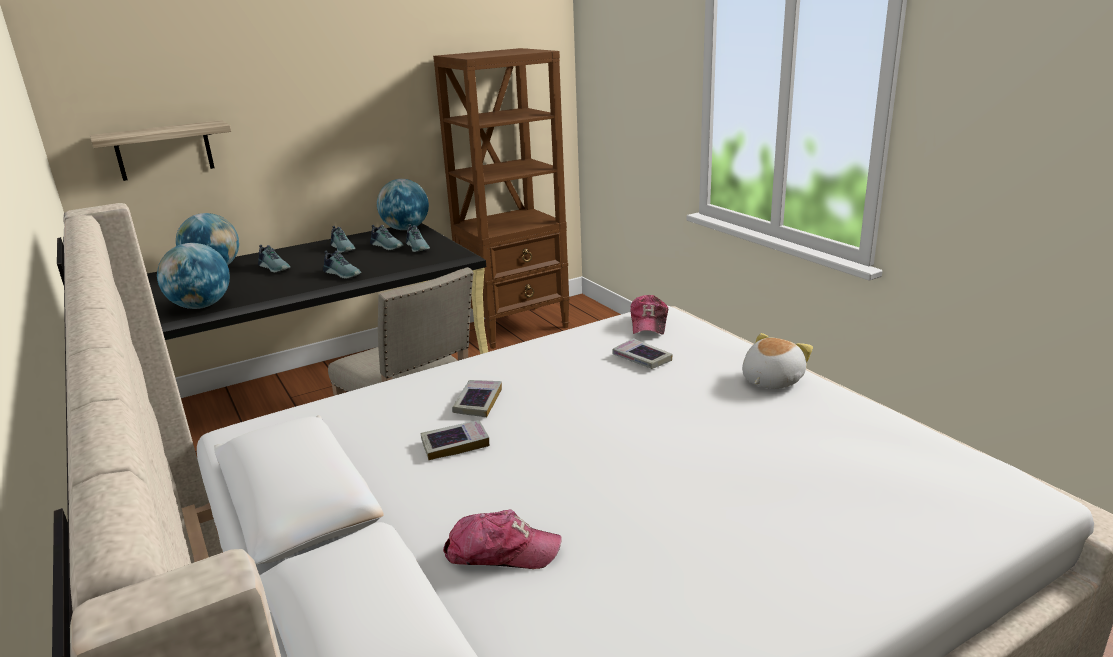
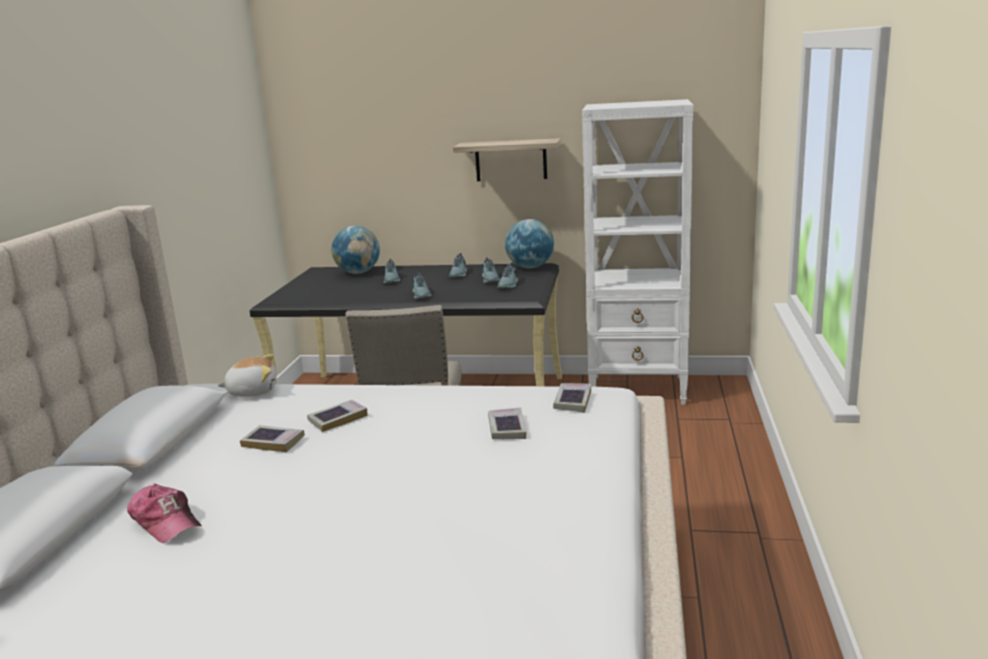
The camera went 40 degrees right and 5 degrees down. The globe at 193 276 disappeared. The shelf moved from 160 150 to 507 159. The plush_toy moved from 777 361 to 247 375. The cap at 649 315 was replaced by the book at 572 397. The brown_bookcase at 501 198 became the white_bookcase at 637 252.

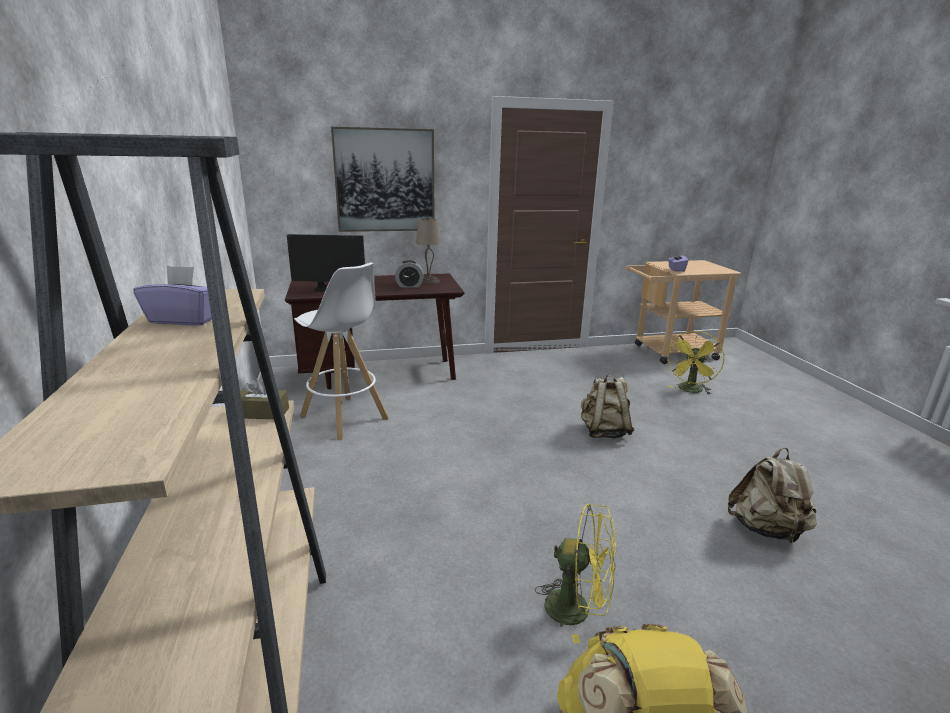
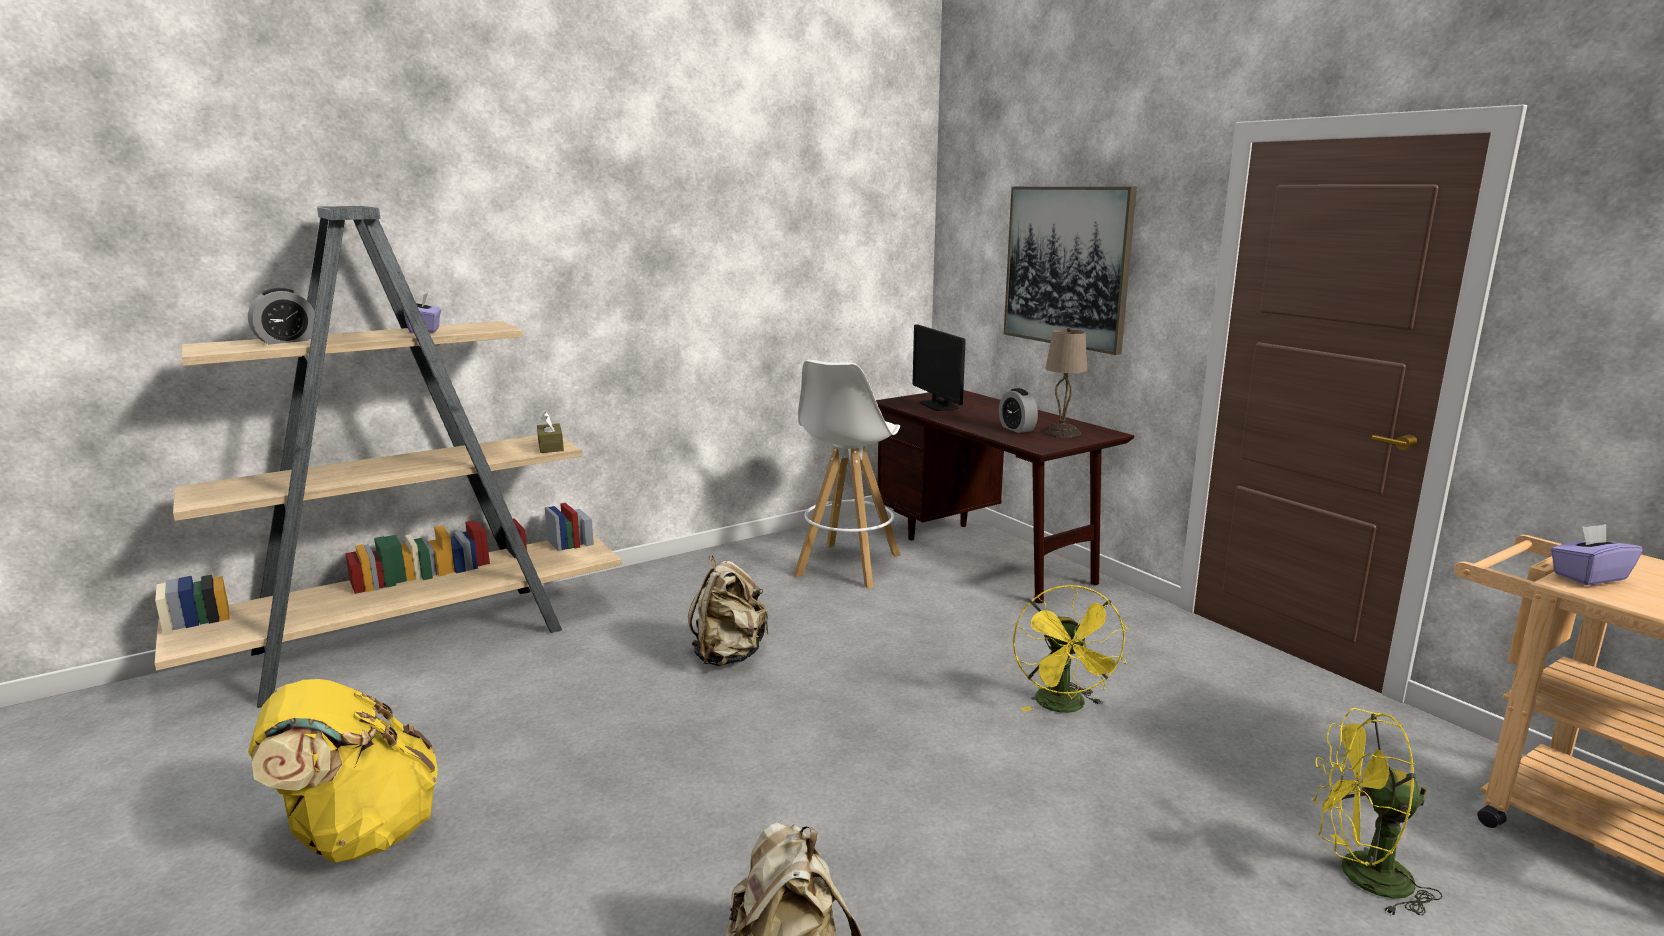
The camera went 70 degrees right and 5 degrees down. The alarm_clock at 281 316 appeared. The yellow_fan moved from 575 573 to 1070 649. The beige_backpack moved from 608 406 to 728 610.

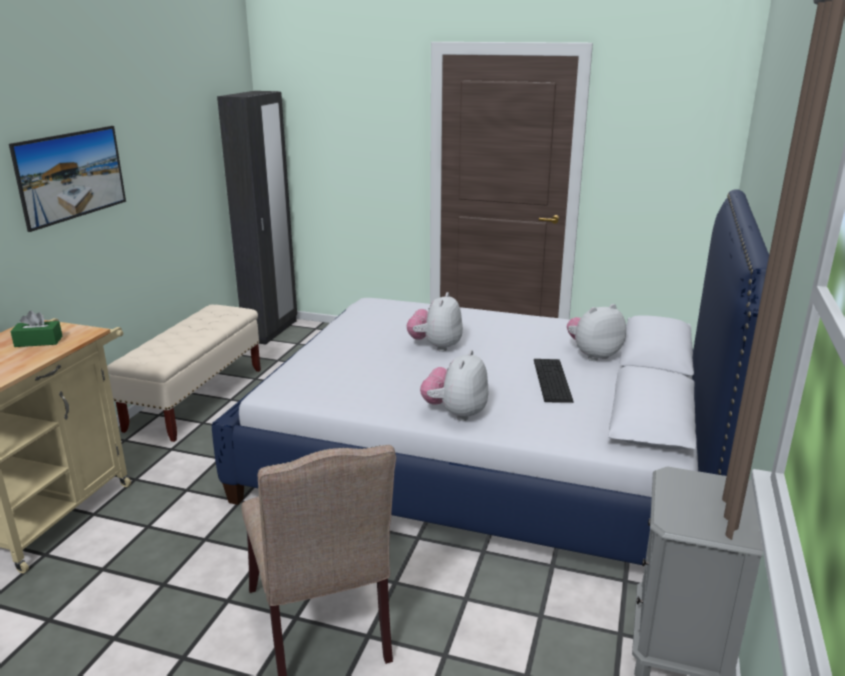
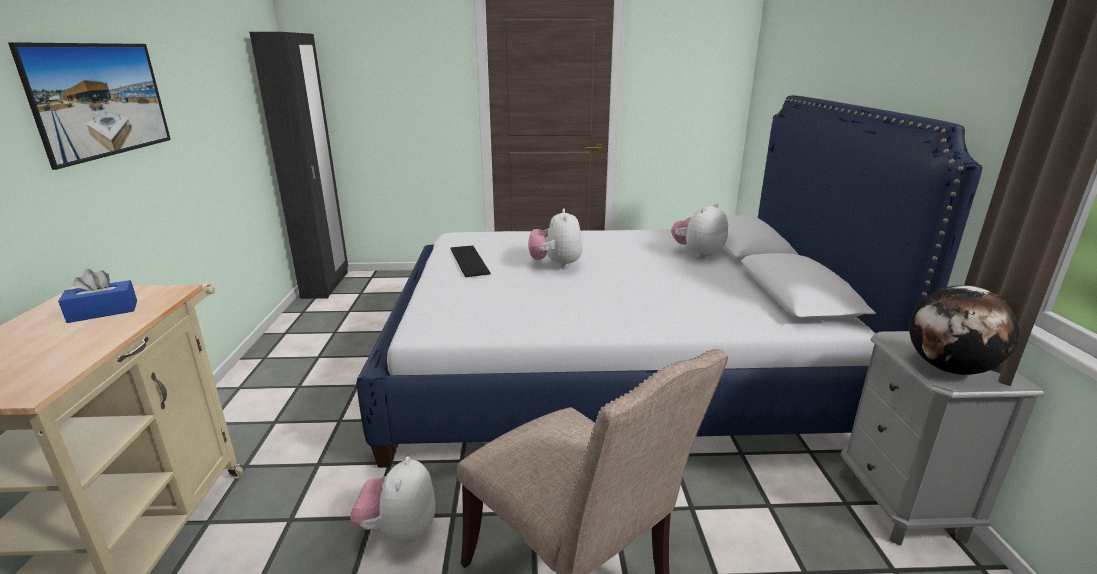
The camera went 20 degrees left and 0 degrees up. The beige_bench at 184 373 disappeared. The globe at 964 330 appeared. The plush_toy moved from 454 385 to 392 499. The keyboard moved from 554 381 to 471 261. The green_tissue_box at 36 329 became the blue_tissue_box at 97 296.

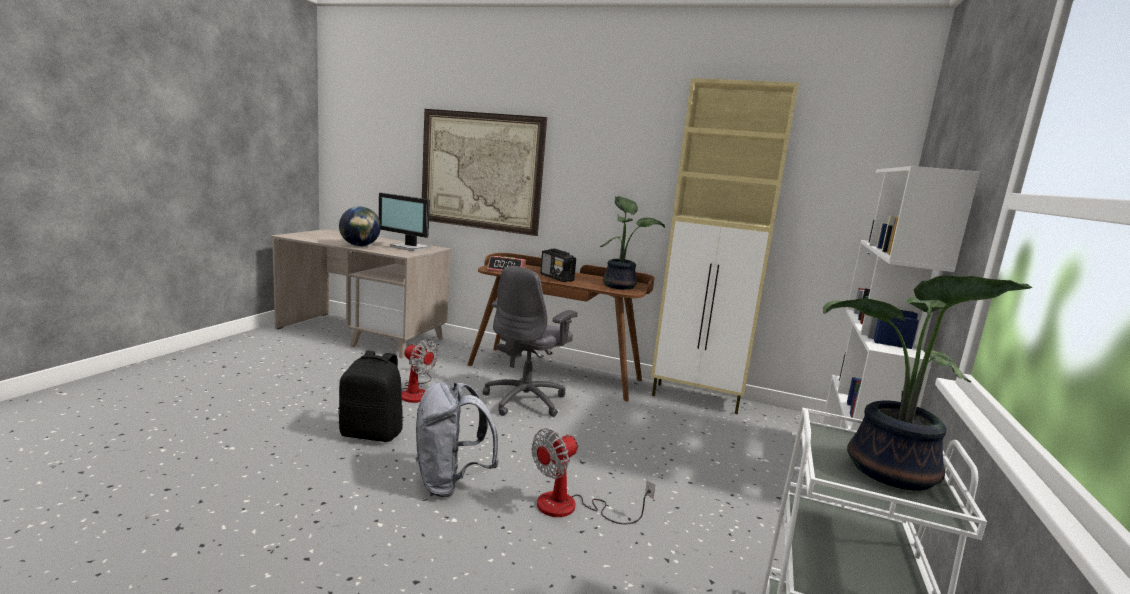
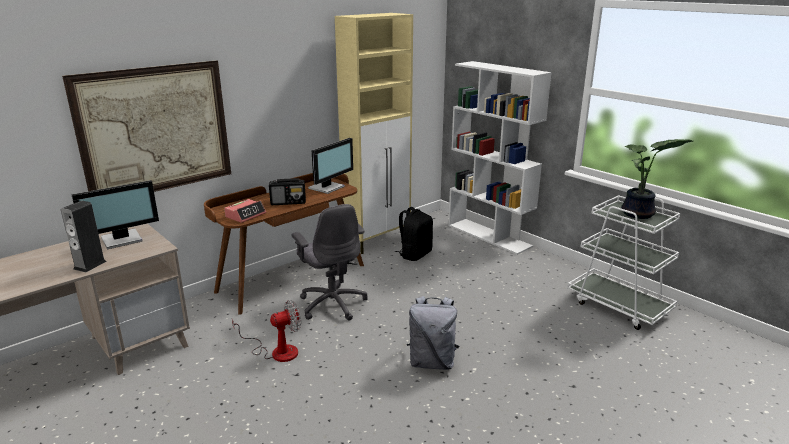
The camera went 60 degrees left and 10 degrees up. The fan at 593 476 disappeared. The black_backpack moved from 370 396 to 413 234. The globe at 360 226 was replaced by the speaker at 84 237. The potted_plant at 632 243 was replaced by the monitor at 330 166.

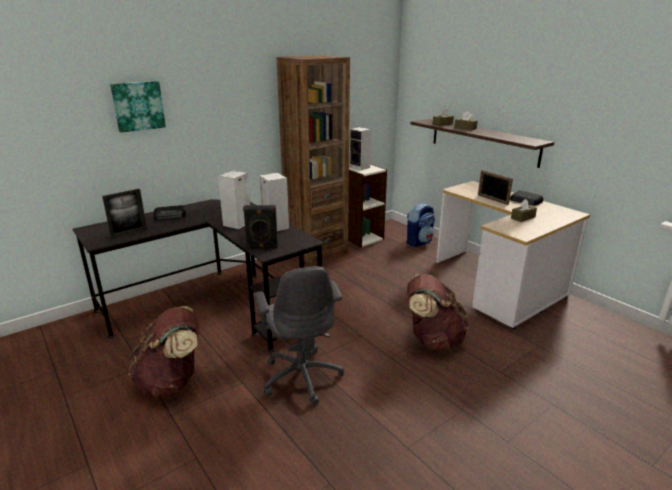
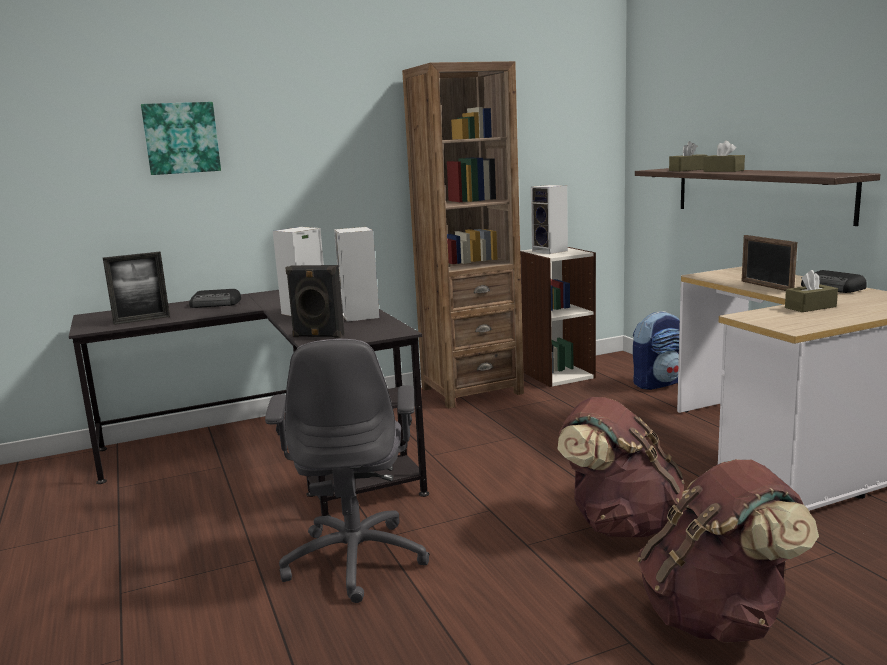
The camera went 15 degrees right and 10 degrees down. The brown_backpack moved from 164 351 to 728 551.

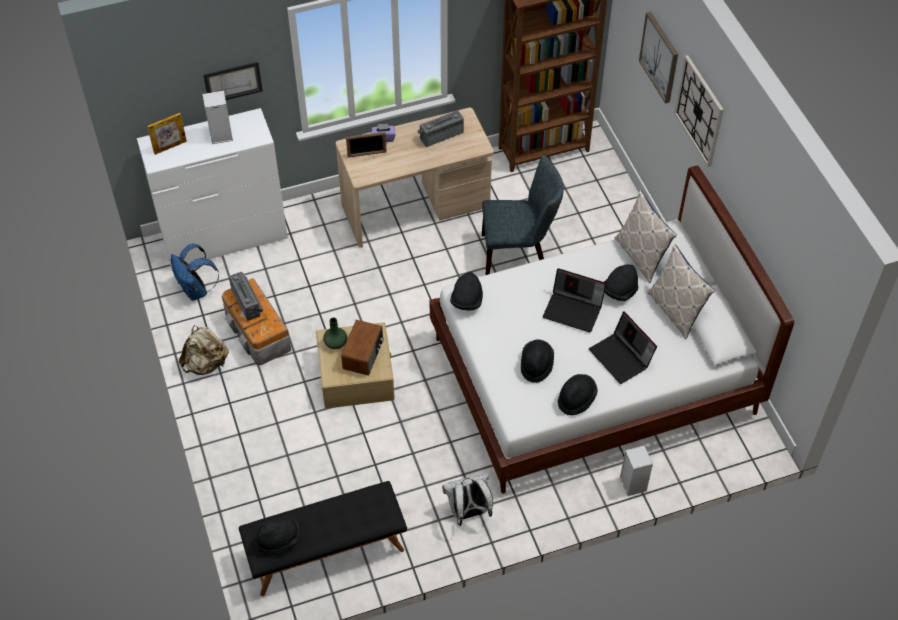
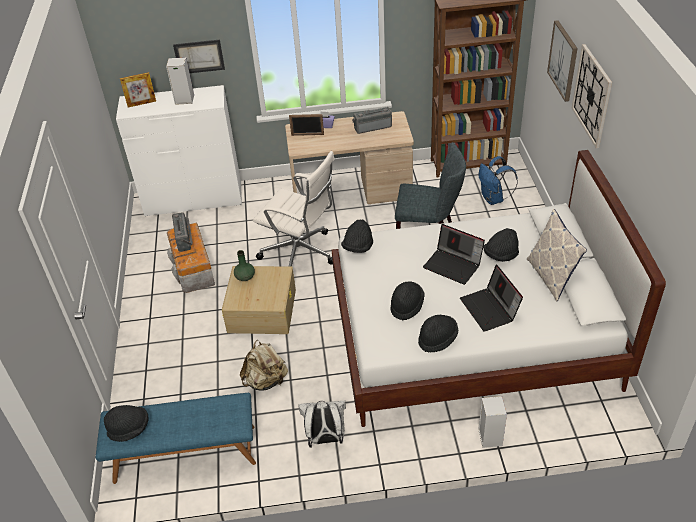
The camera went 15 degrees right and 10 degrees down. The radio at 362 347 disappeared. The pillow at 645 236 disappeared. The white_office_chair at 293 209 appeared. The blue_backpack moved from 195 272 to 498 180. The beige_backpack moved from 204 350 to 264 365. The black_bench at 323 538 became the blue_bench at 176 438.

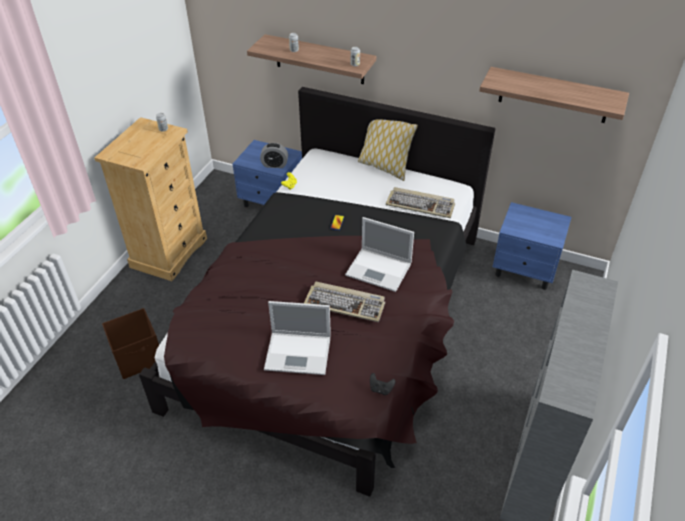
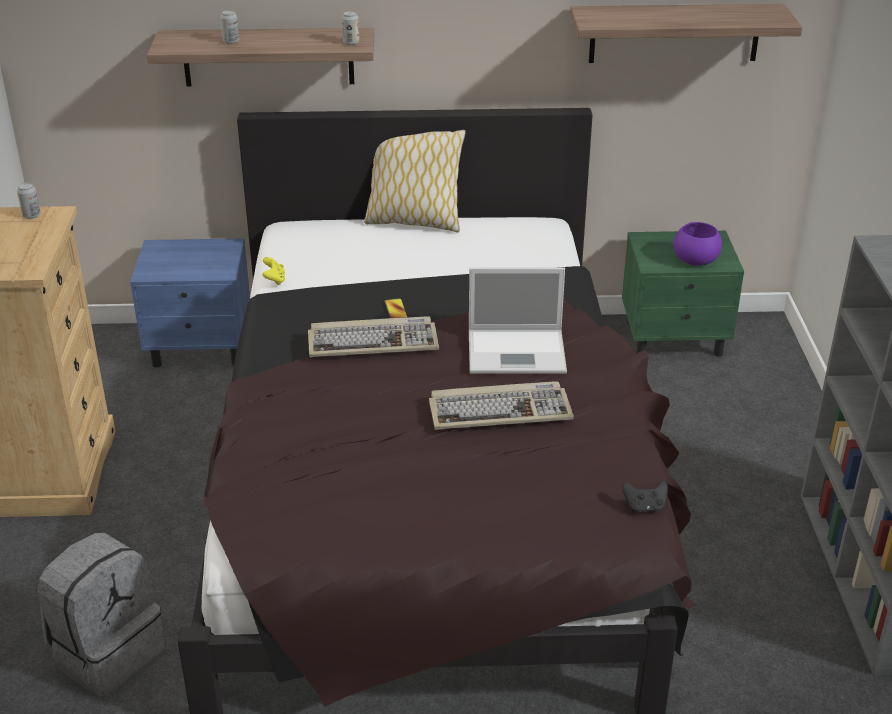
The camera went 25 degrees left and 10 degrees down. The alarm_clock at 274 155 disappeared. The laptop at 297 338 disappeared. The purple_bowl at 698 244 appeared. The keyboard moved from 420 202 to 373 336. The brown_storage_box at 130 343 was replaced by the grey_backpack at 101 615. The blue_nightstand at 532 246 became the green_nightstand at 683 294.

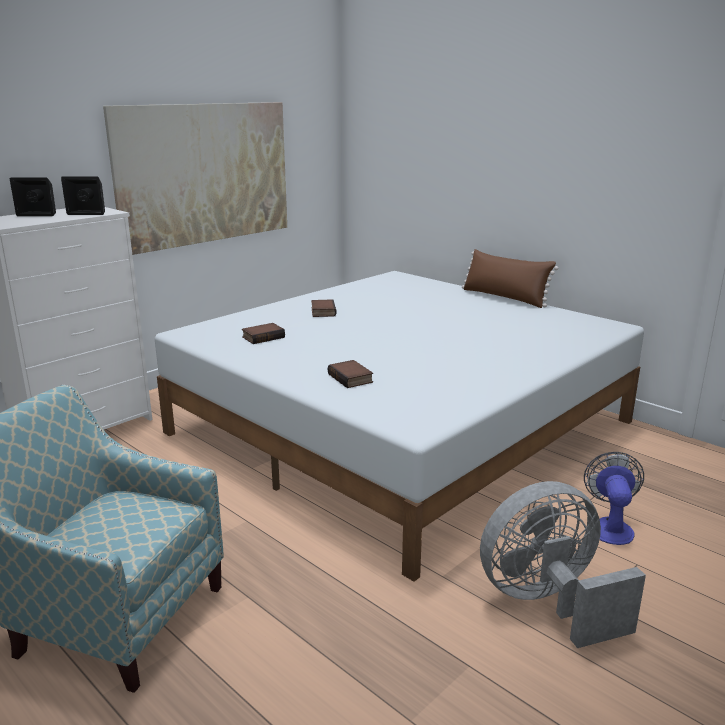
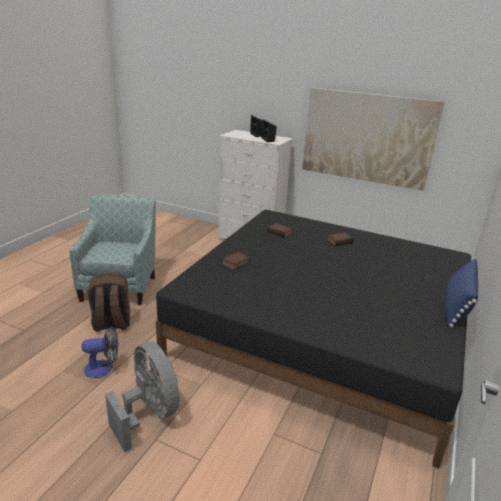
The camera went 70 degrees right and 5 degrees up. The brown_backpack at 109 302 appeared. The fan moved from 614 498 to 100 352. The white_bed at 399 426 became the black_bed at 313 339. The brown_pillow at 510 278 became the blue_pillow at 461 293.

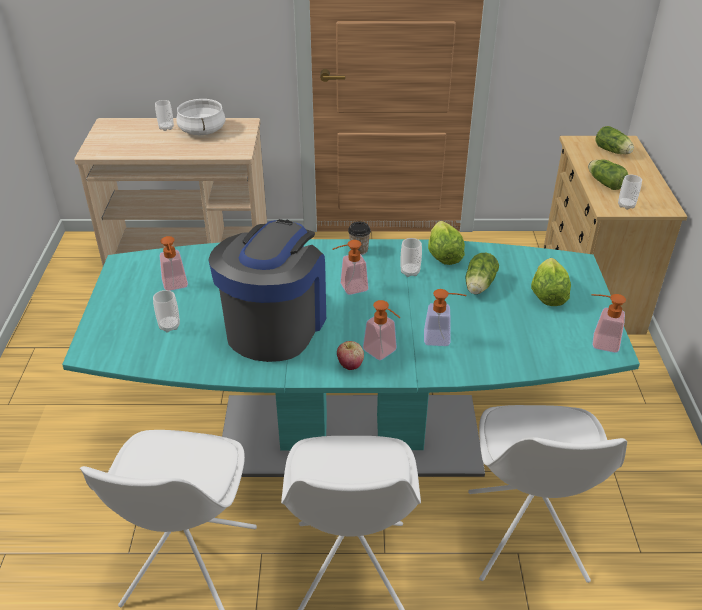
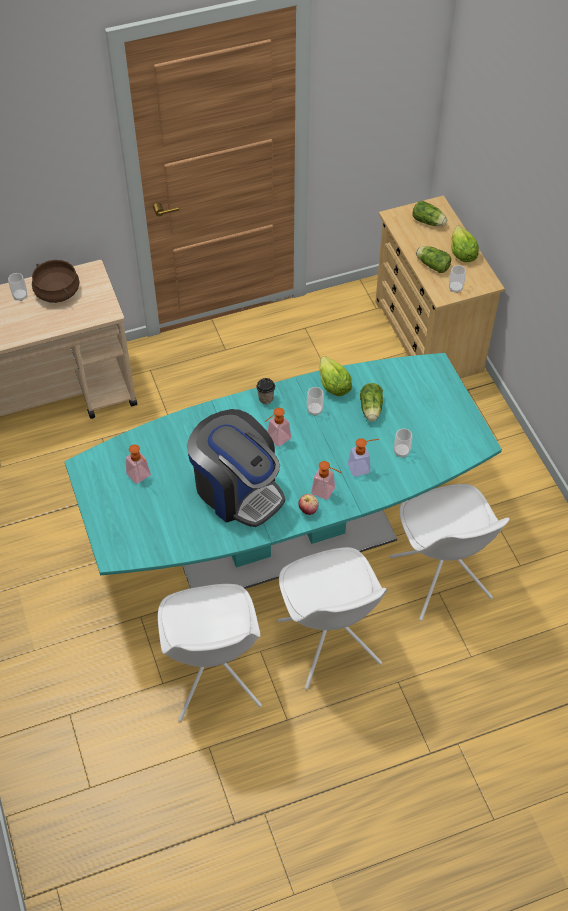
The camera went 20 degrees left and 15 degrees up. The soap_dispenser at 608 323 disappeared. The cup moved from 166 311 to 403 443. The lettuce moved from 551 282 to 465 244. The white_cooking_pot at 201 117 became the brown_cooking_pot at 56 281. The coffee_machine at 267 290 turned 135 degrees clockwise.

